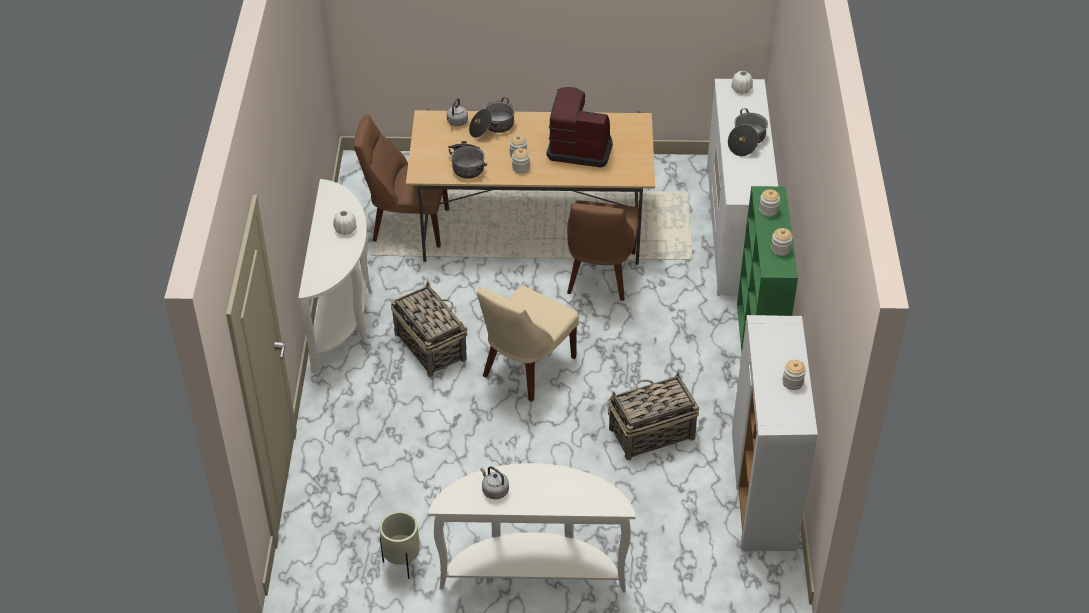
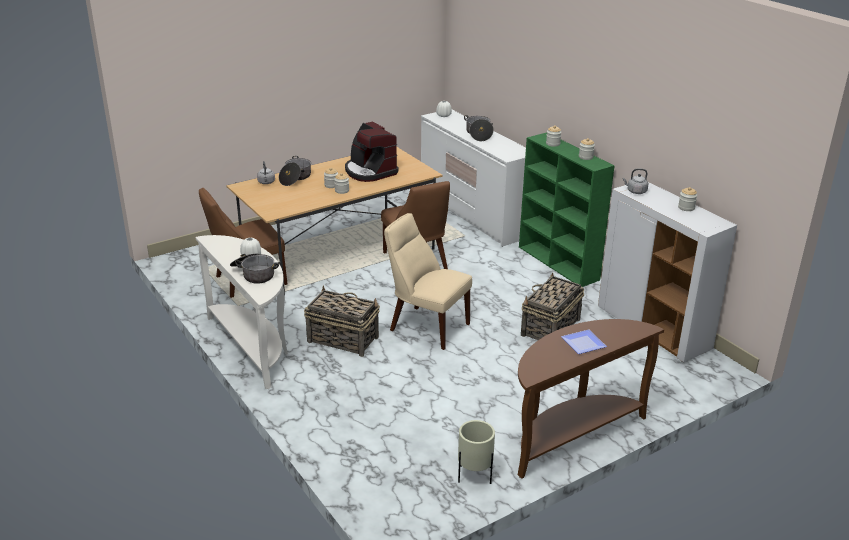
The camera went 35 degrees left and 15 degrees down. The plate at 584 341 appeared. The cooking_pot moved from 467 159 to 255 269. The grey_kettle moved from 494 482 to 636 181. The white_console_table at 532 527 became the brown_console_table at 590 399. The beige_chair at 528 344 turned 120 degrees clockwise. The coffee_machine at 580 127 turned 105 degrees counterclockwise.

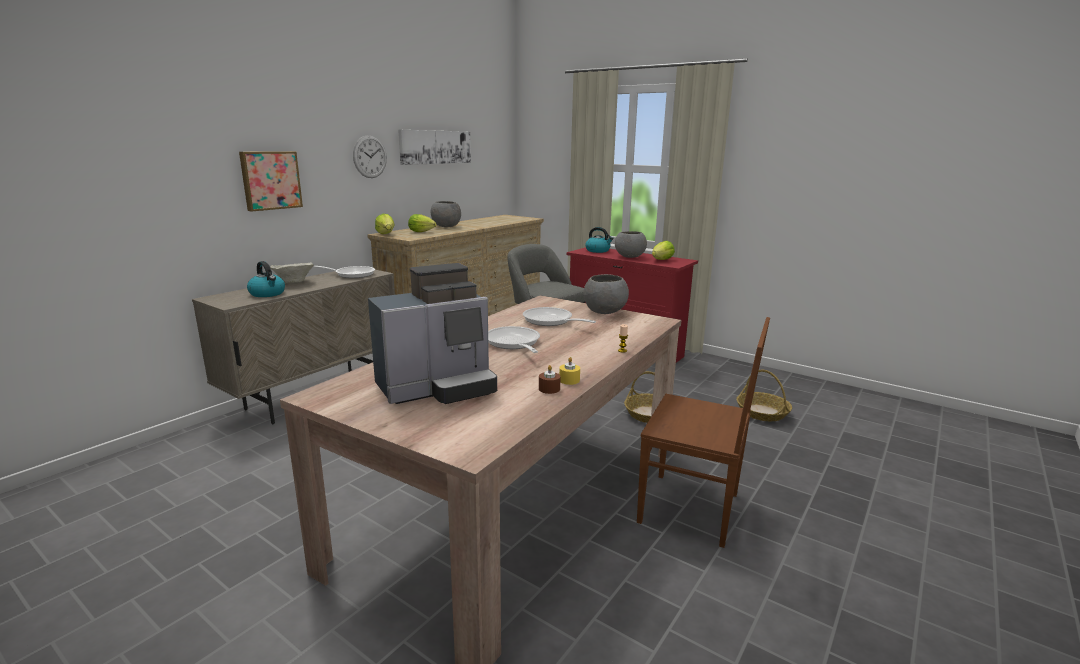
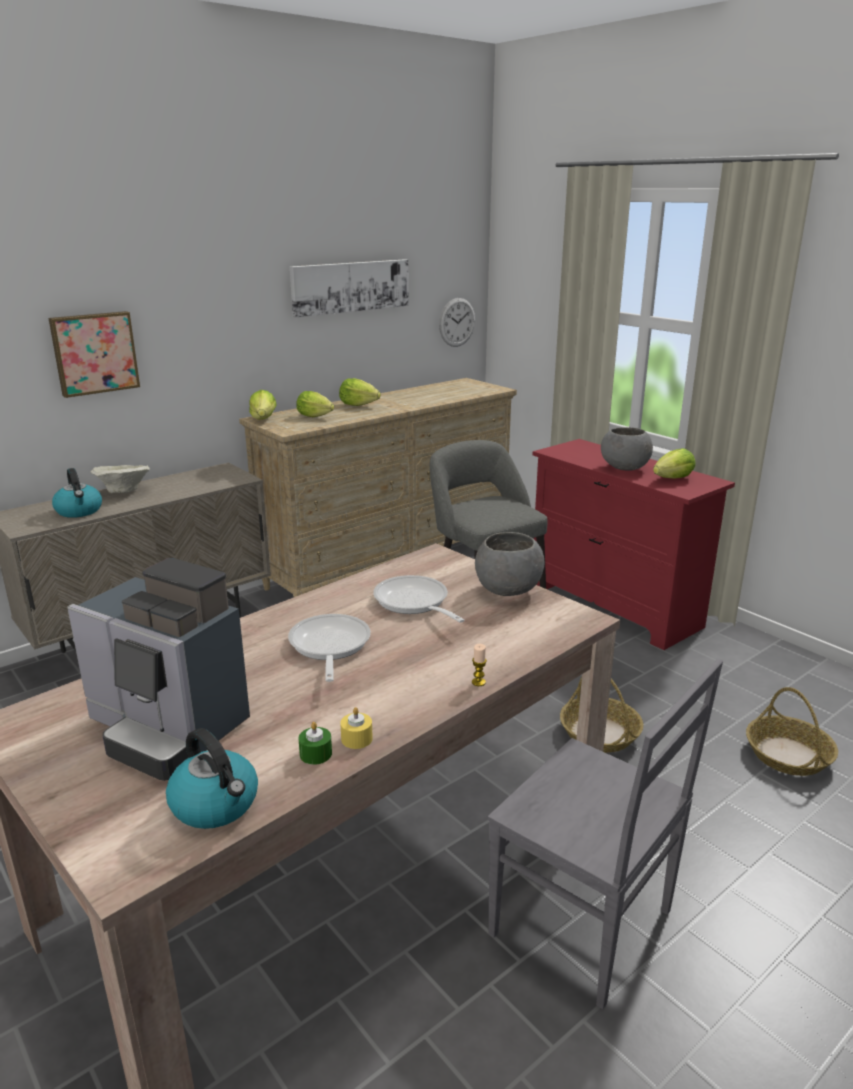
The camera went 15 degrees right and 5 degrees up. The frying_pan at 344 272 disappeared. The wall_clock moved from 370 156 to 457 322. The kettle moved from 599 240 to 212 778. The grey_bowl at 446 214 was replaced by the lettuce at 360 392. The brown_candle at 550 379 became the green_candle at 315 743. The brown_chair at 703 432 became the grey_chair at 605 834. The coffee_machine at 432 333 turned 45 degrees clockwise.

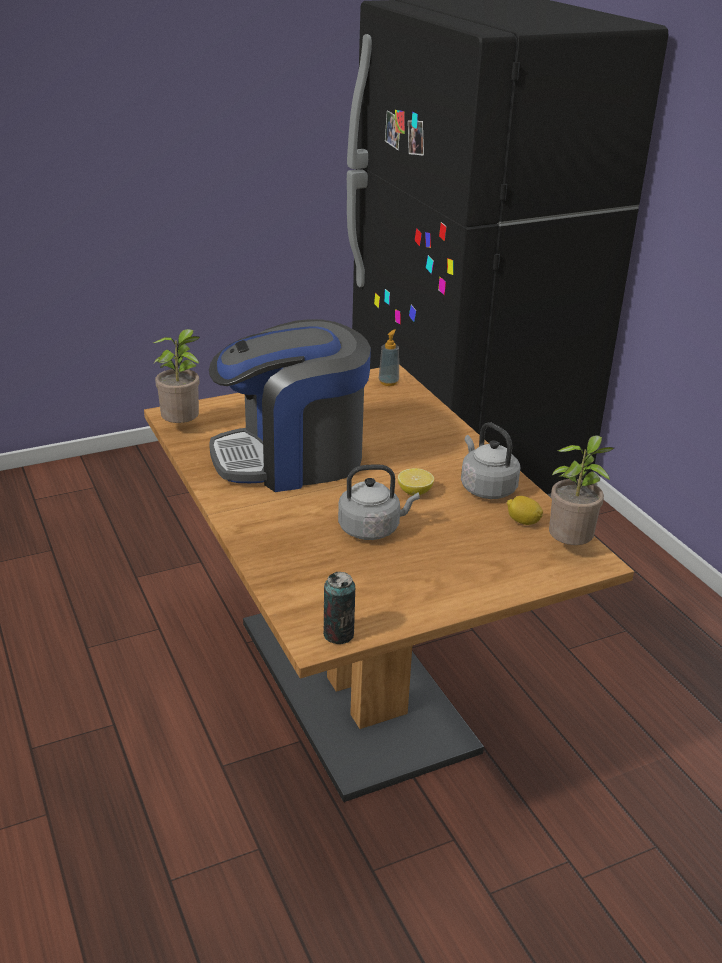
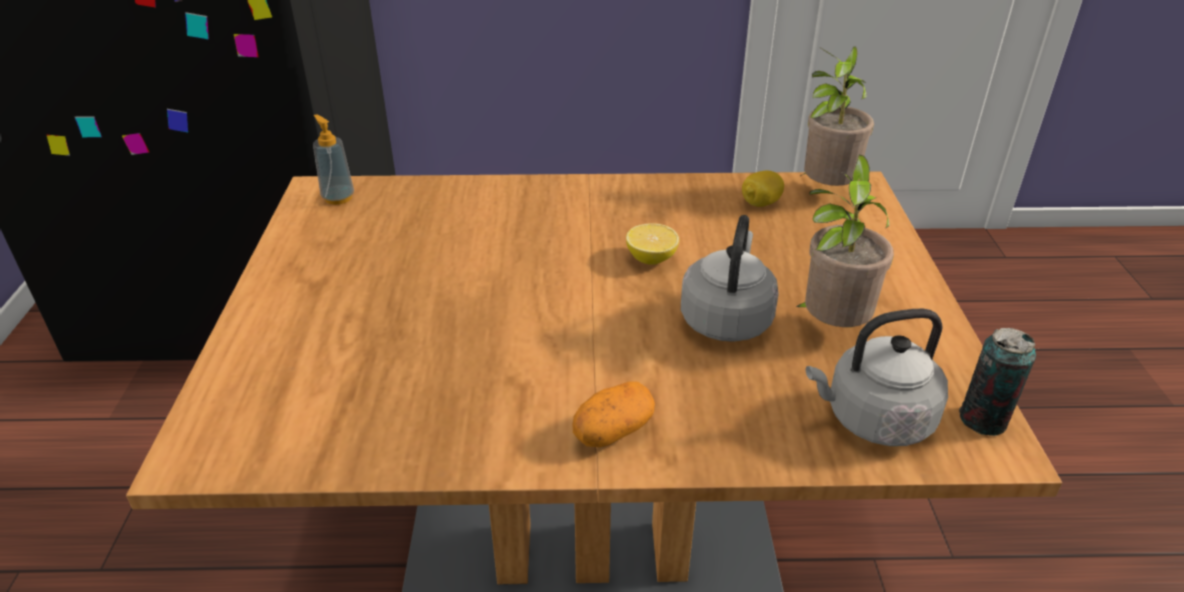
The camera went 65 degrees left and 5 degrees up. The coffee_machine at 290 405 disappeared. The potato at 614 414 appeared. The potted_plant moved from 176 376 to 845 240. The grey_kettle moved from 491 460 to 877 377.

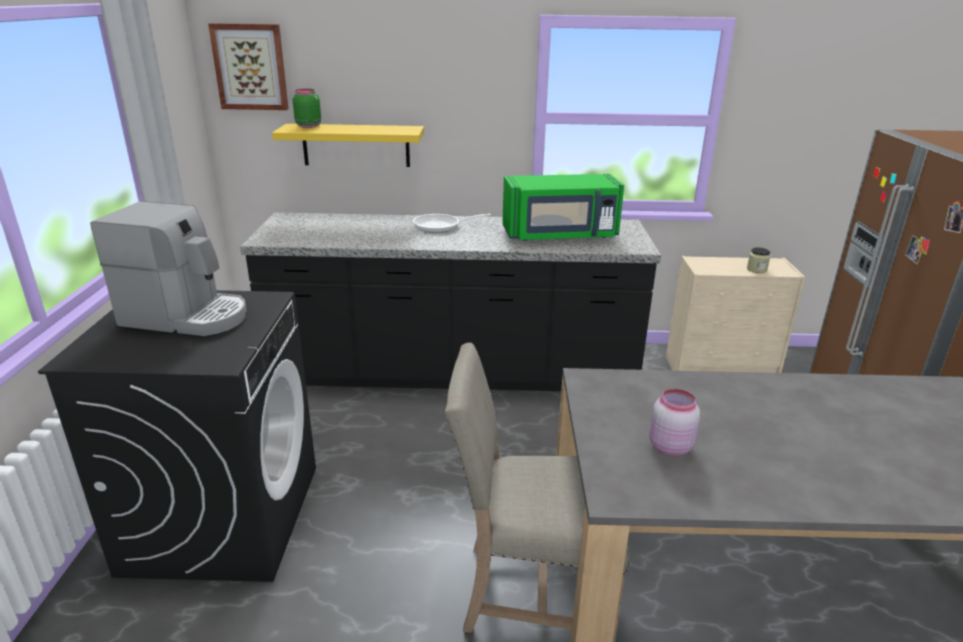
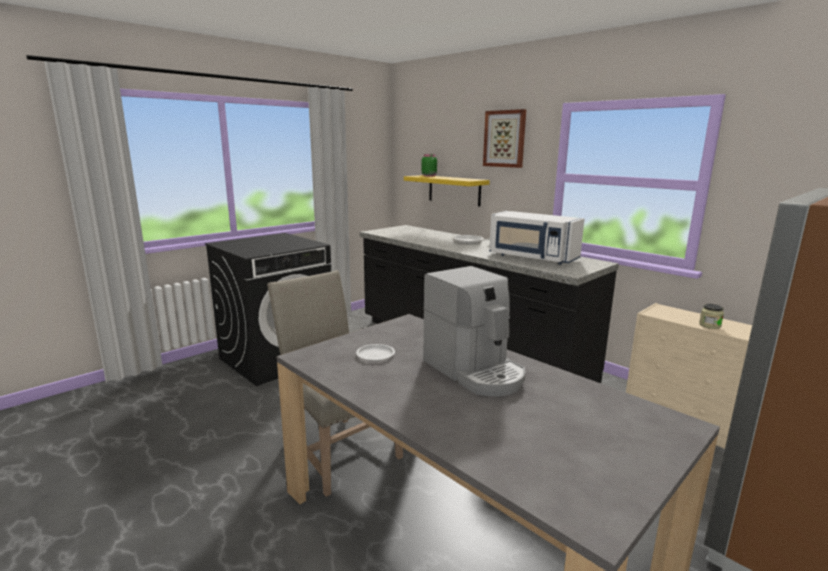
The camera went 45 degrees right and 10 degrees down. The coffee_machine moved from 168 268 to 474 331. The picture moved from 248 66 to 504 138. The pink_jar at 674 422 was replaced by the white_plate at 375 352. The green_microwave at 563 207 became the white_microwave at 537 238.

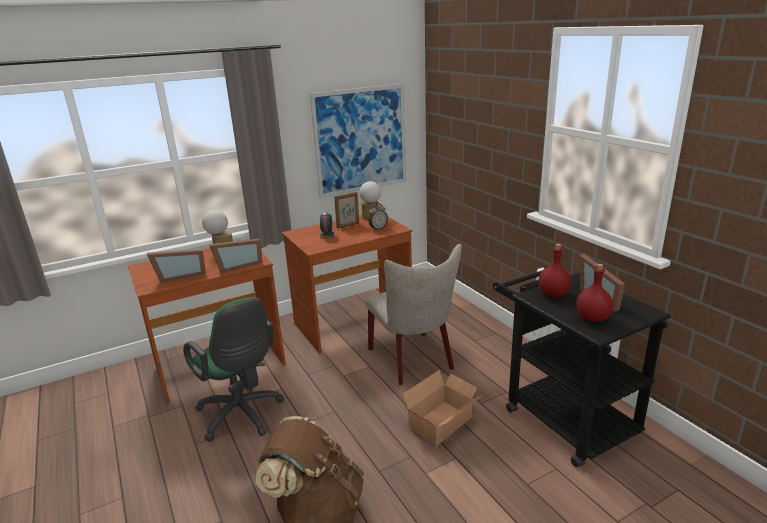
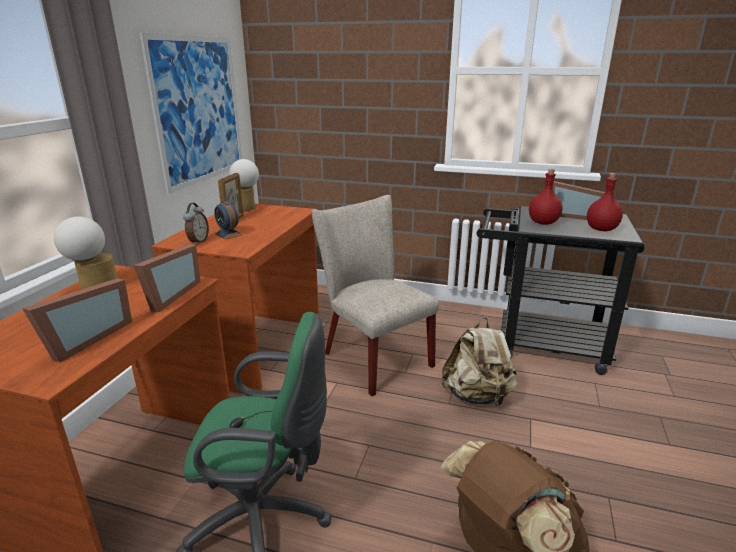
The camera went 45 degrees left and 0 degrees up. The alarm_clock moved from 378 217 to 196 224. The cardboard_box at 443 408 was replaced by the beige_backpack at 479 361. The beige_chair at 413 314 turned 150 degrees counterclockwise.

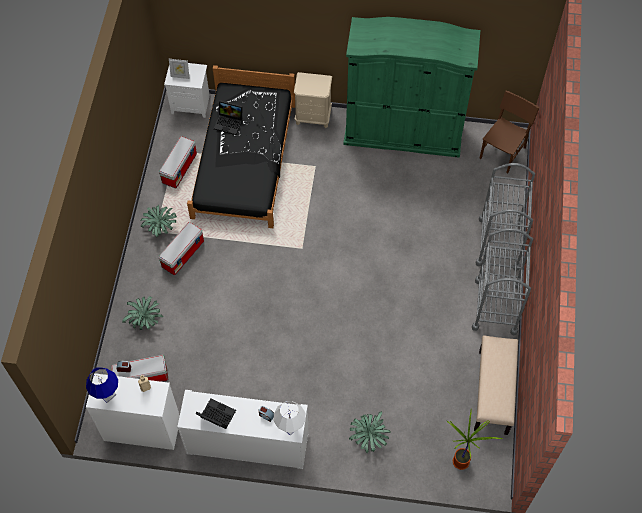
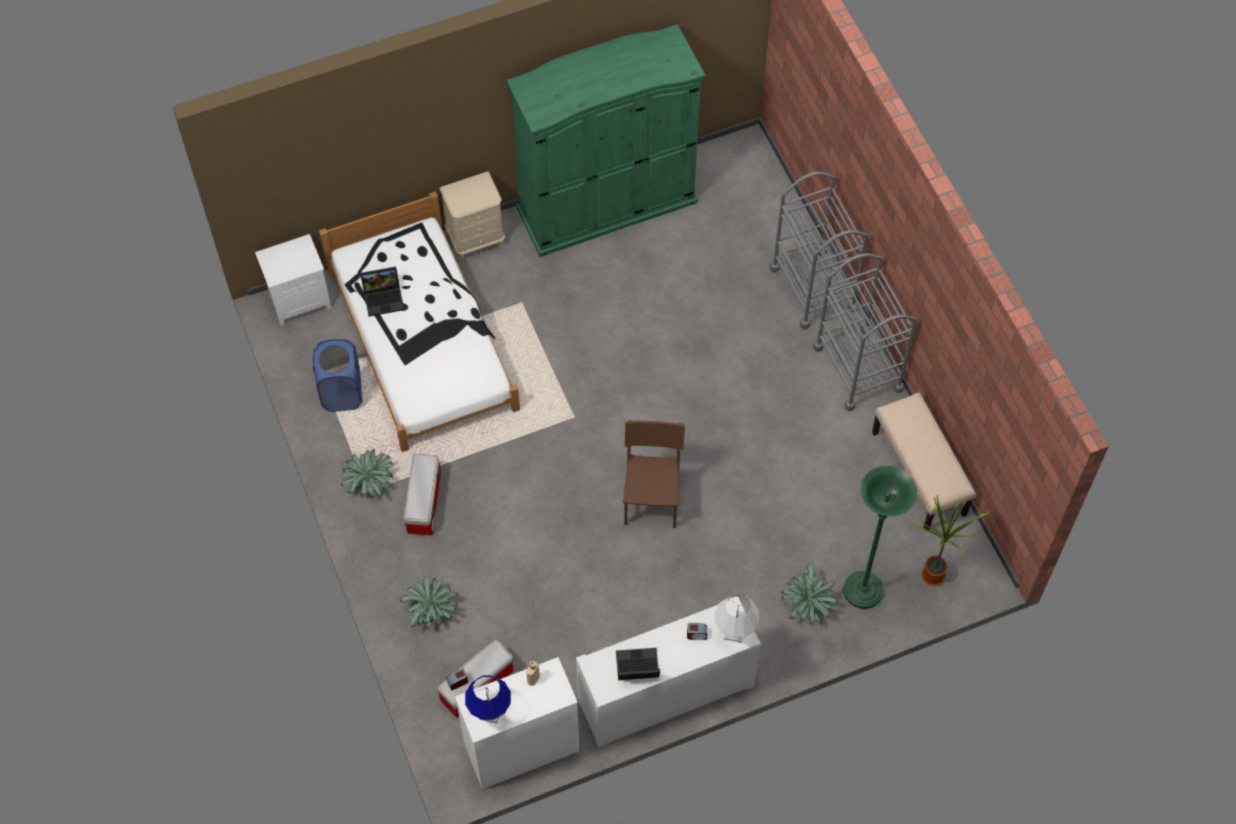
The camera went 30 degrees left and 0 degrees up. The picture_frame at 179 69 disappeared. The green_floor_lamp at 880 537 appeared. The brown_chair moved from 509 132 to 654 474. The storage_box at 178 162 was replaced by the blue_laundry_basket at 337 375. The black_bed at 241 146 became the white_bed at 419 321.

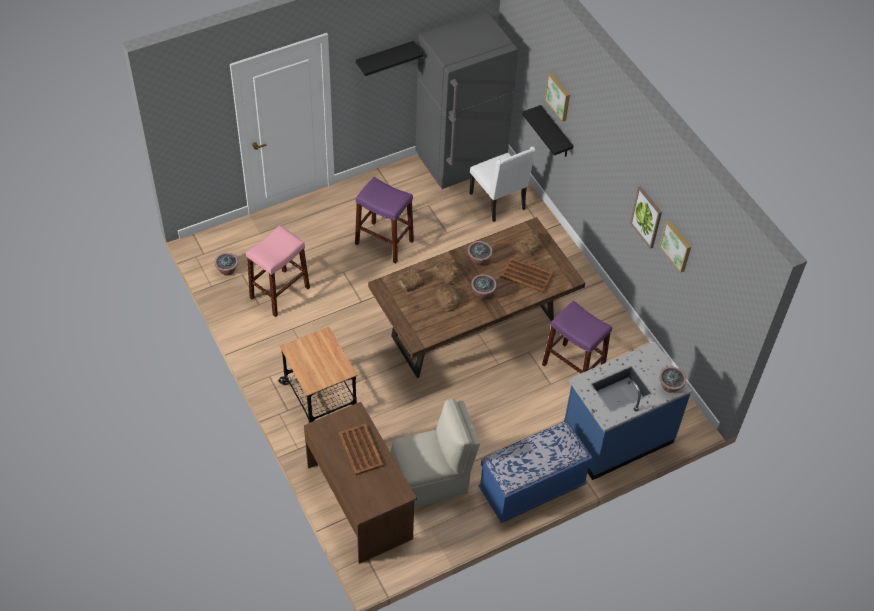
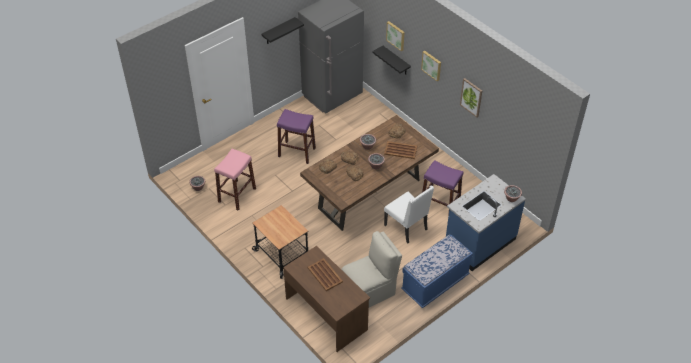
The camera went 10 degrees left and 5 degrees down. The white_chair moved from 503 184 to 409 214. The picture moved from 675 246 to 431 66.

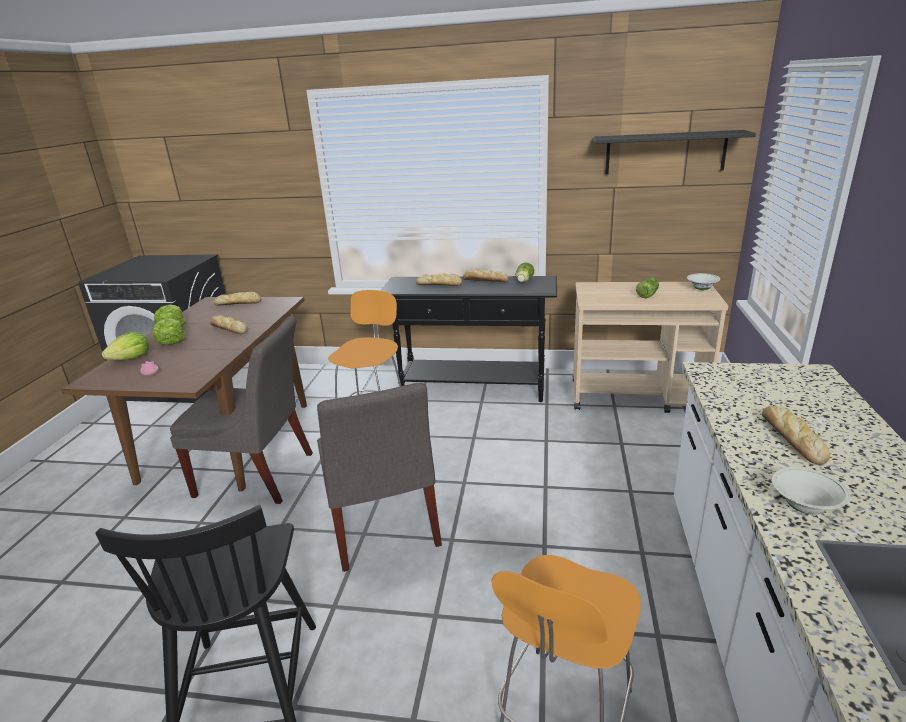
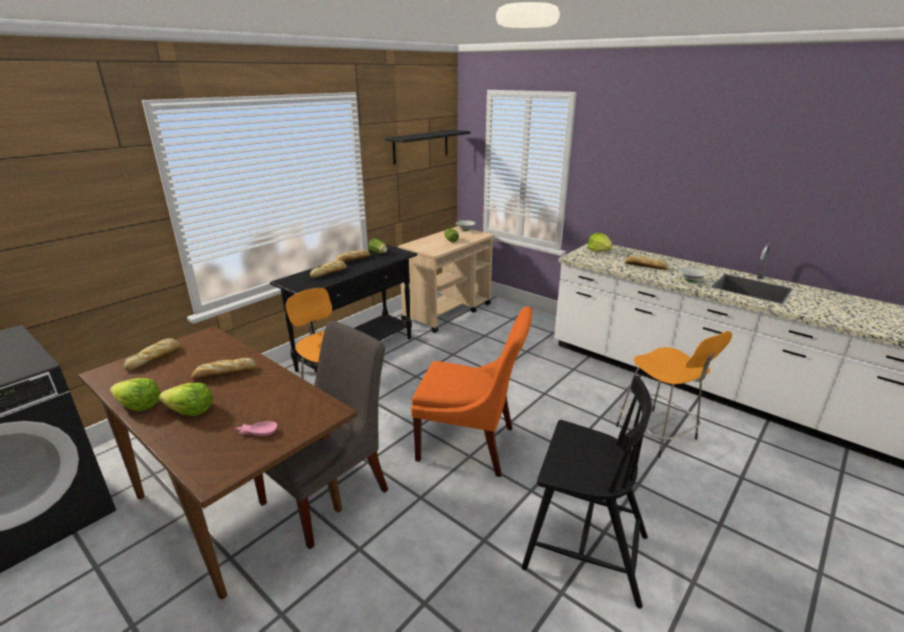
The camera went 60 degrees left and 0 degrees up. The lettuce moved from 125 346 to 600 242. The grey_chair at 379 477 became the orange_chair at 472 392.

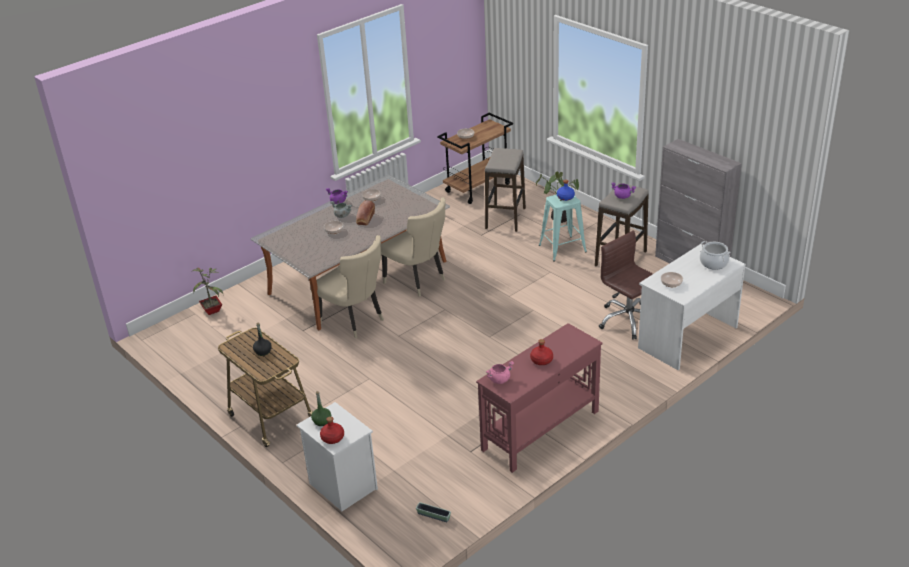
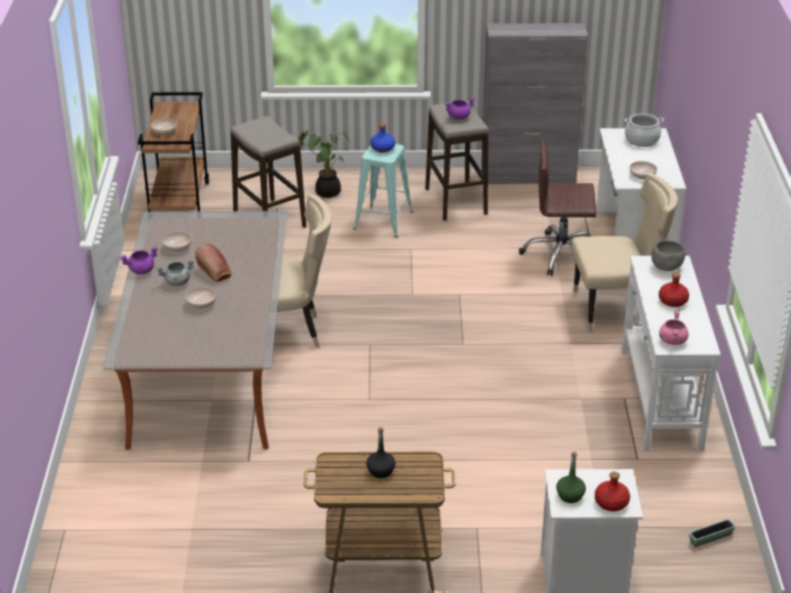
The camera went 50 degrees left and 0 degrees up. The potted_plant at 208 291 disappeared. The grey_bowl at 668 256 appeared. The beige_chair moved from 347 287 to 624 253. The red_console_table at 539 398 became the white_console_table at 671 353.

